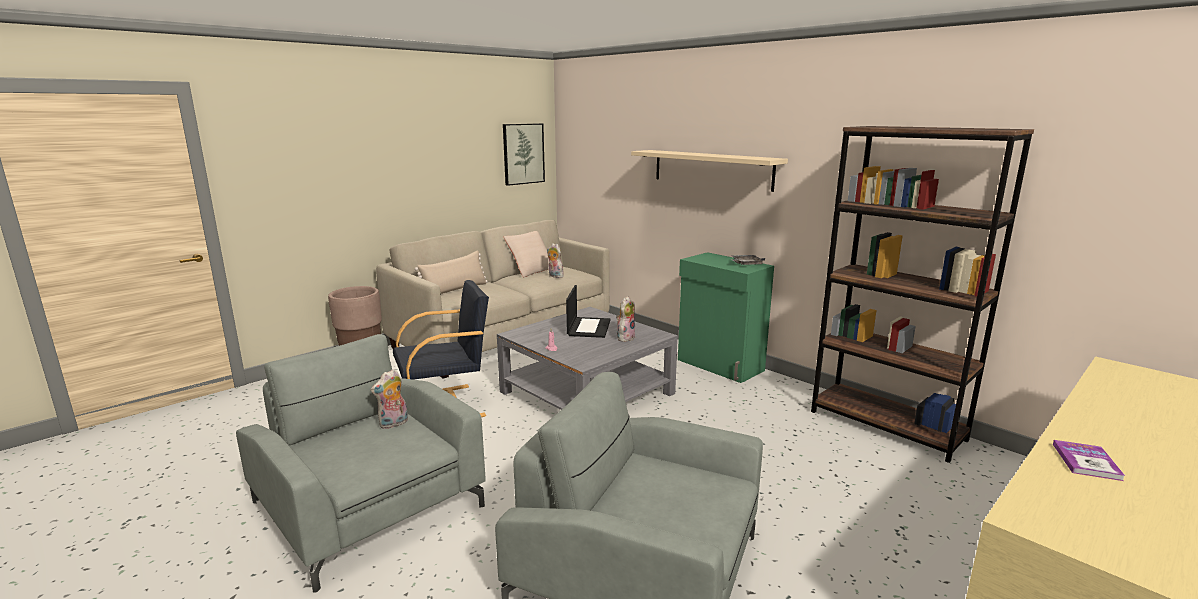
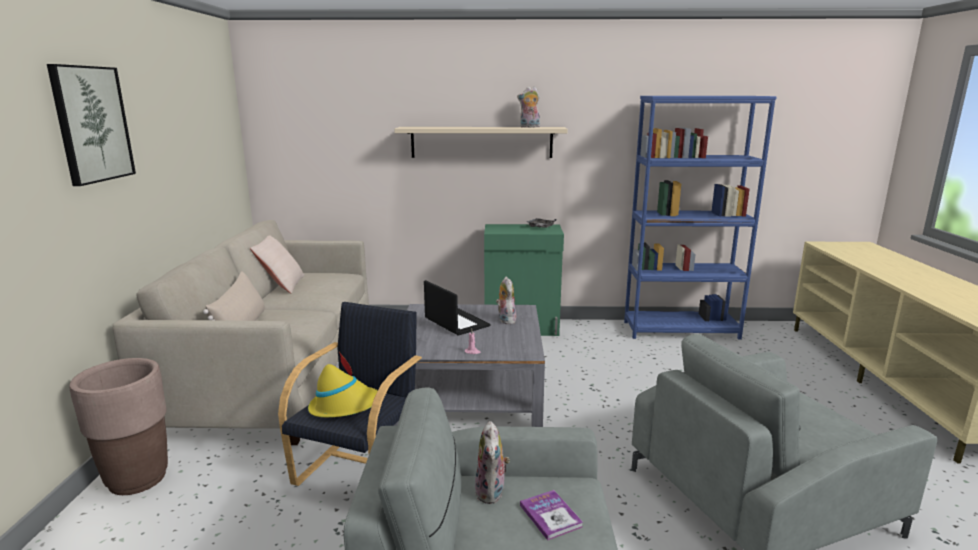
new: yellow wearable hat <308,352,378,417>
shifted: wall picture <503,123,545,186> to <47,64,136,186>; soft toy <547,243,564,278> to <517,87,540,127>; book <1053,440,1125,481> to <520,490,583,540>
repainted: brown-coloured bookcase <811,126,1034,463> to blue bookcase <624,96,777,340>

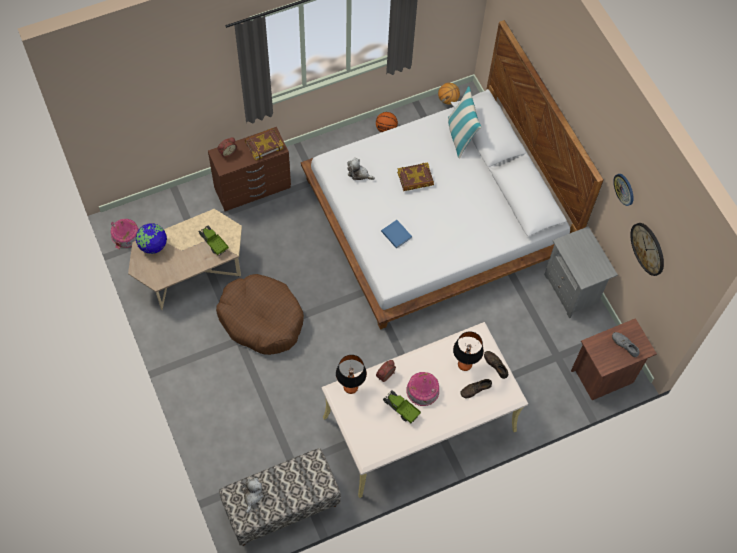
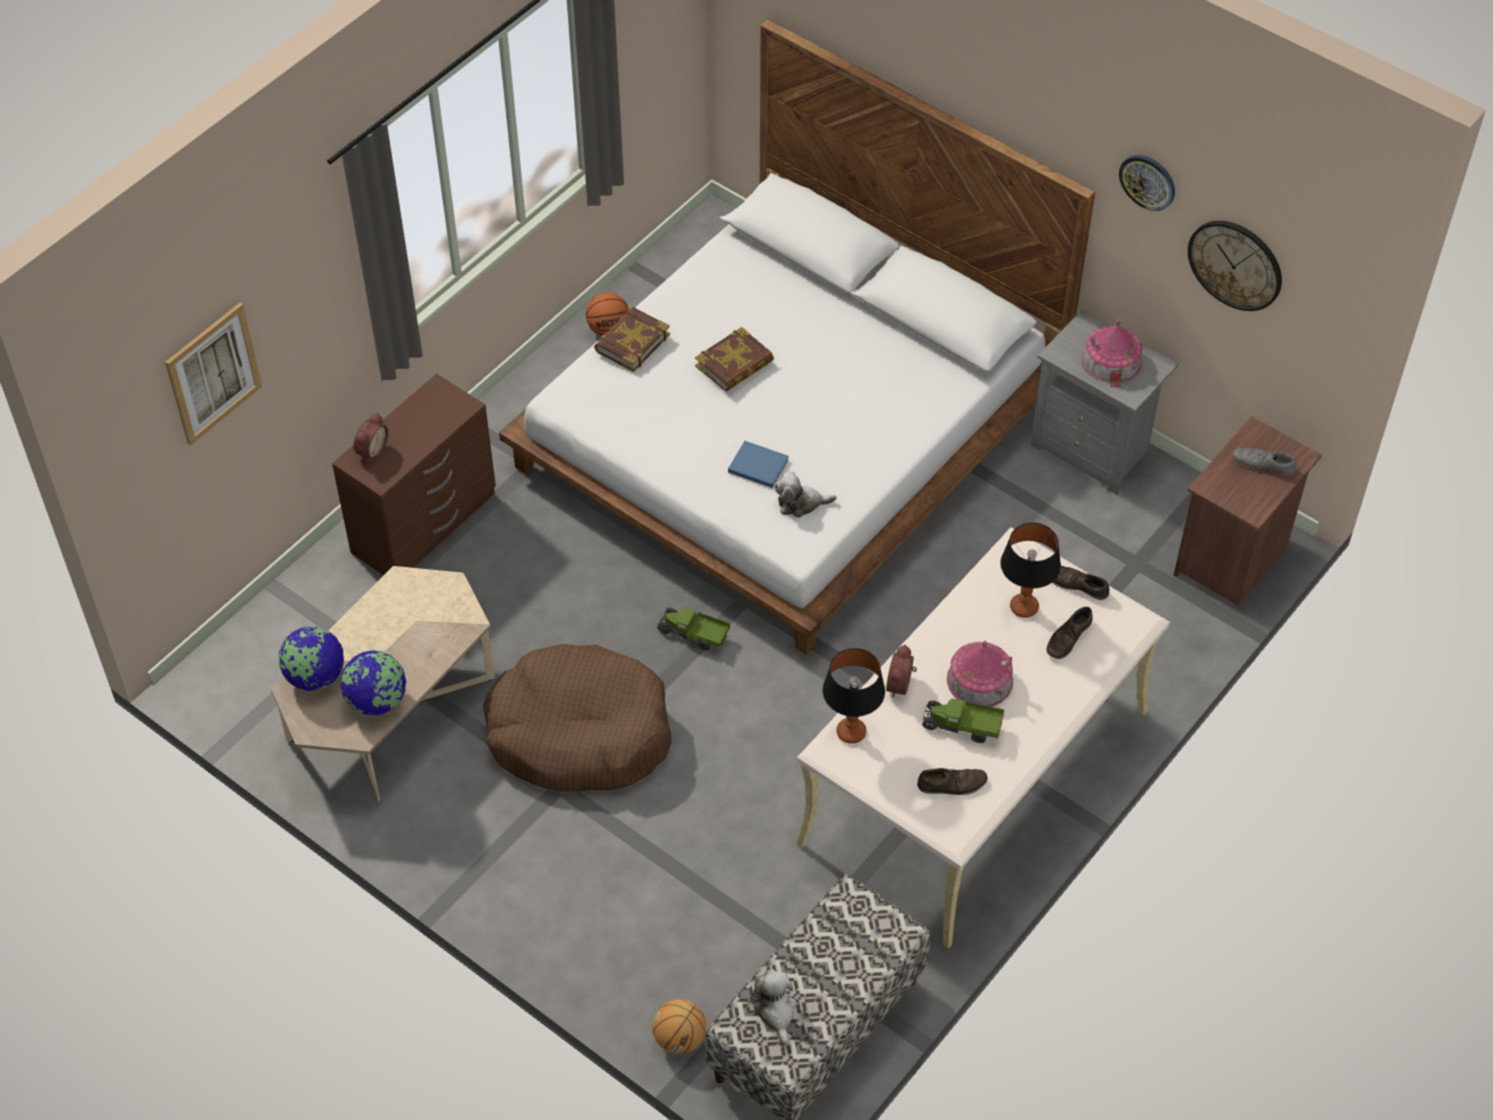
gone: throw pillow <448,86,481,159>
new: wall picture <165,303,262,445>; desk globe <340,650,406,715>; brown-coloured item of footwear <917,768,987,795>
shifted: model house <110,219,139,249> to <1082,320,1142,387>; toy lorry <199,226,229,255> to <657,608,730,651>; book <245,128,284,161> to <594,307,670,372>; soft toy <347,158,375,180> to <775,472,836,518>; basketball <438,83,460,105> to <652,999,707,1054>

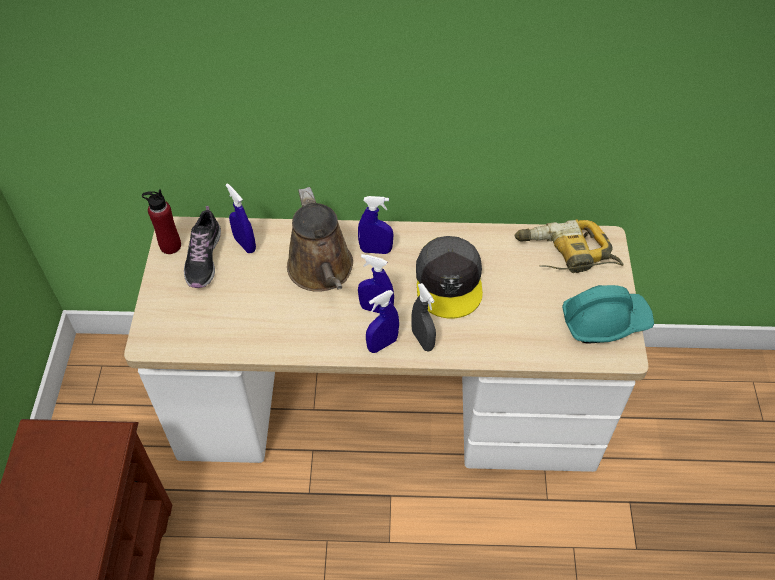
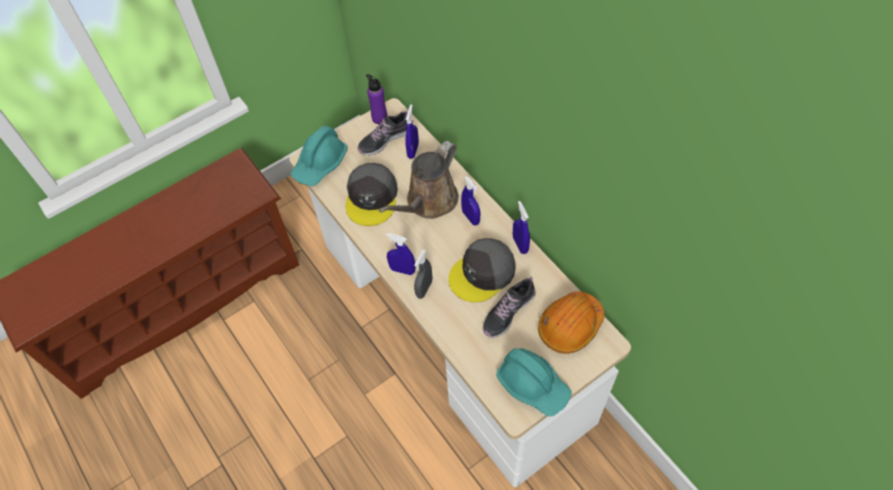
new: turquoise-coloured hard hat <291,125,347,186>; gray cap <346,163,398,226>; item of footwear <483,276,535,338>
shifted: blue hand sprayer <358,254,394,313> to <513,201,530,254>
swapped: power drill <514,219,624,273> to orangey hard hat <538,291,604,354>
repainted: red bottle <142,189,181,254> to purple bottle <366,74,387,124>

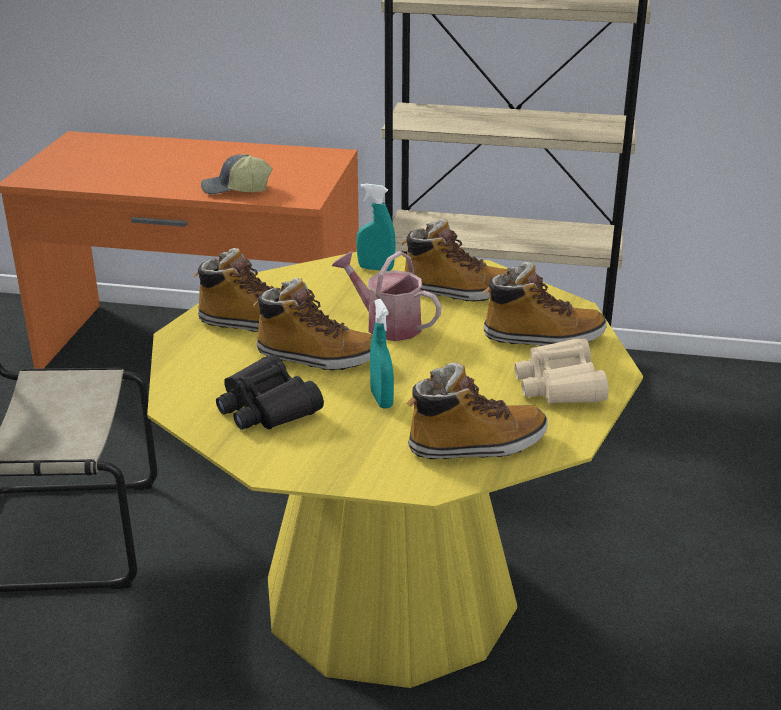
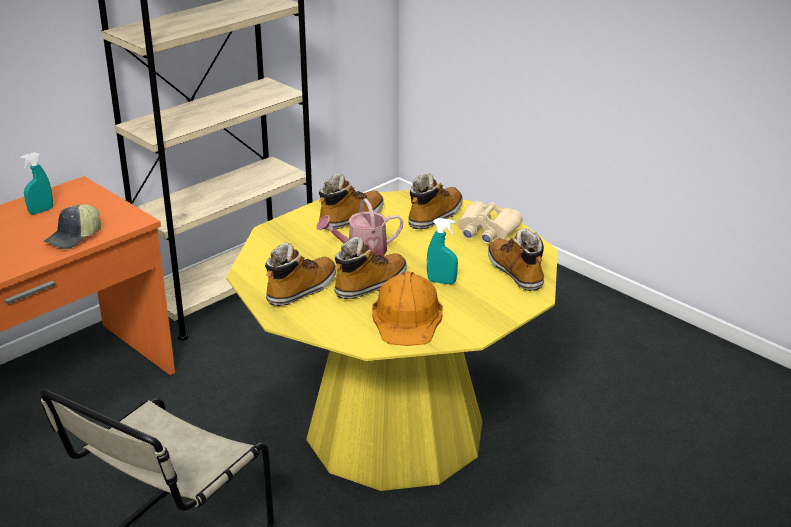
shifted: turquoise-coloured hand sprayer <356,184,396,271> to <20,152,53,214>
swapped: black-coloured field glasses <216,355,324,430> to orangey hard hat <372,272,443,346>
rotated: boot <406,362,548,459> = <488,228,544,291> 45 degrees counterclockwise

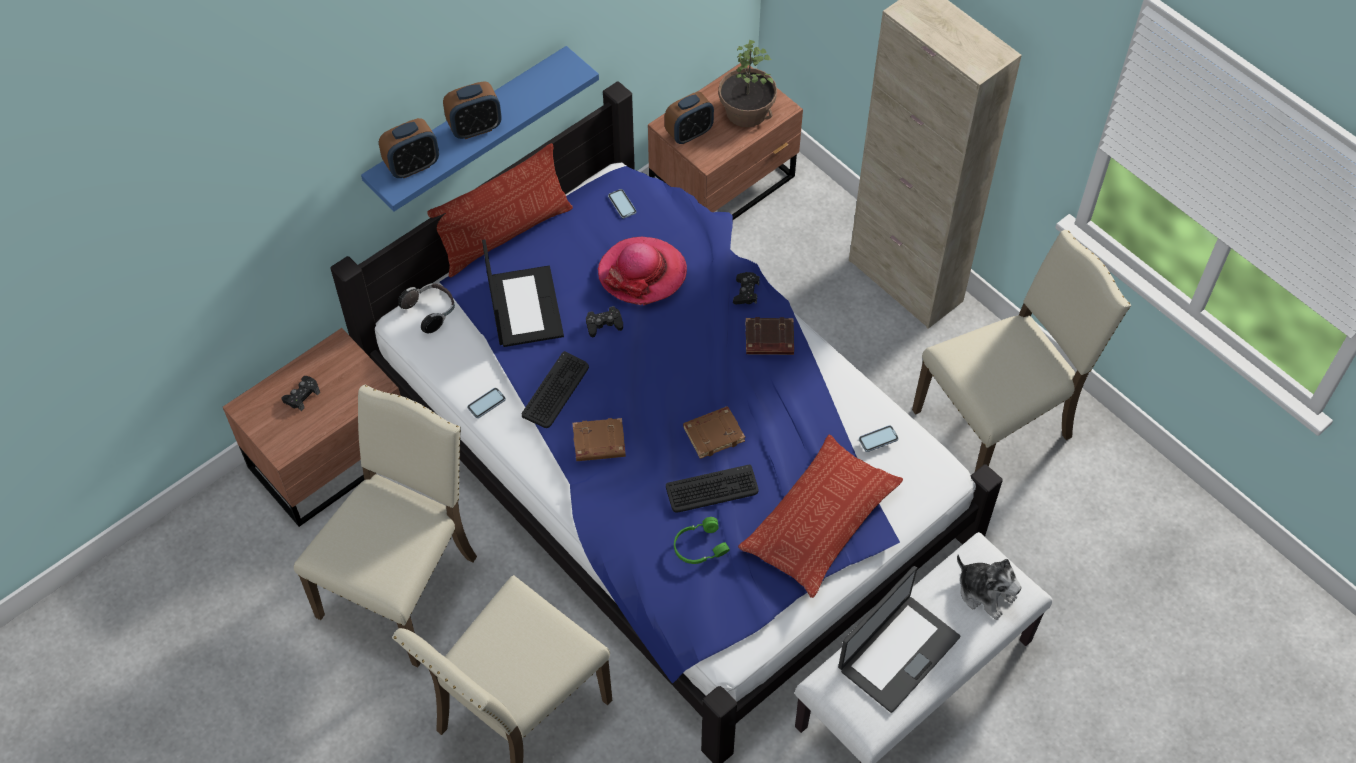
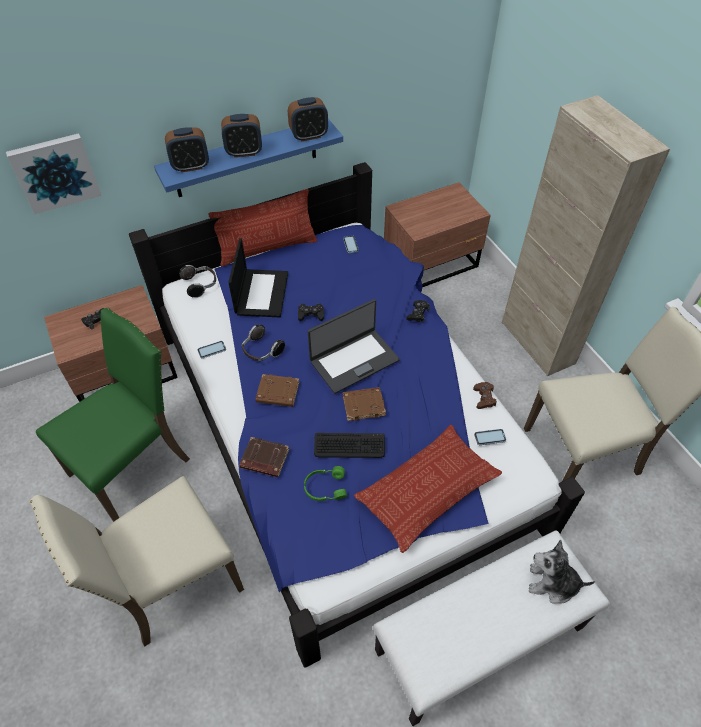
gone: wearable hat <597,237,687,306>; potted plant <718,40,777,127>
new: wall picture <6,133,102,214>; brown-coloured gamepad <473,382,497,409>
shifted: alarm clock <665,92,714,144> to <288,97,328,142>; brown-coloured book <745,317,794,355> to <239,437,289,477>; laptop <838,566,961,713> to <308,299,400,394>
swapped: PC keyboard <522,351,589,428> to headset <242,324,285,361>
repainted: beige chair <294,385,477,667> to green-coloured chair <36,308,190,522>
rotated: soft toy <957,555,1022,620> = <529,540,595,604> 135 degrees clockwise

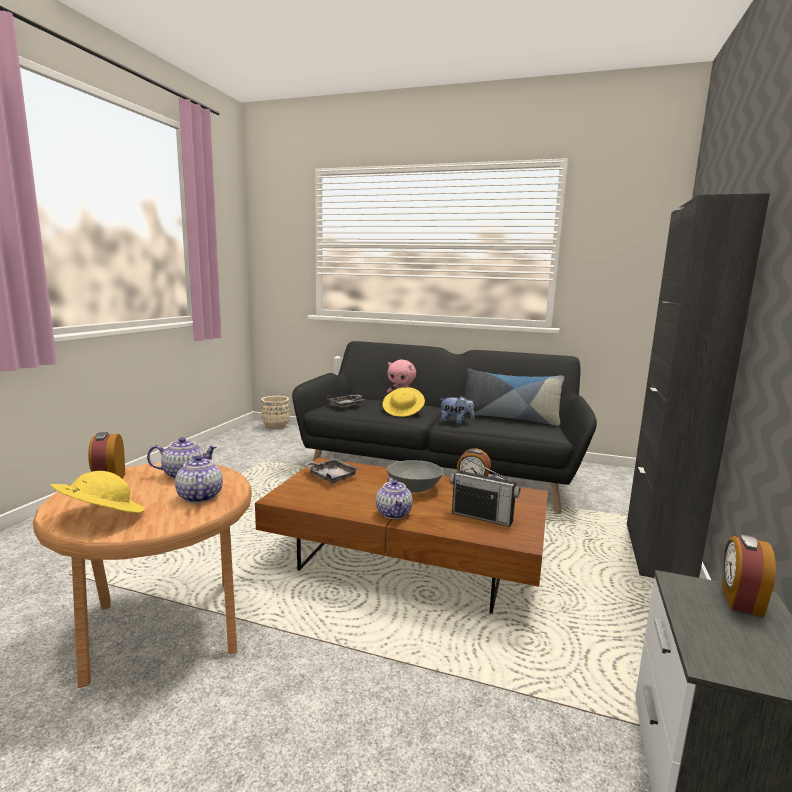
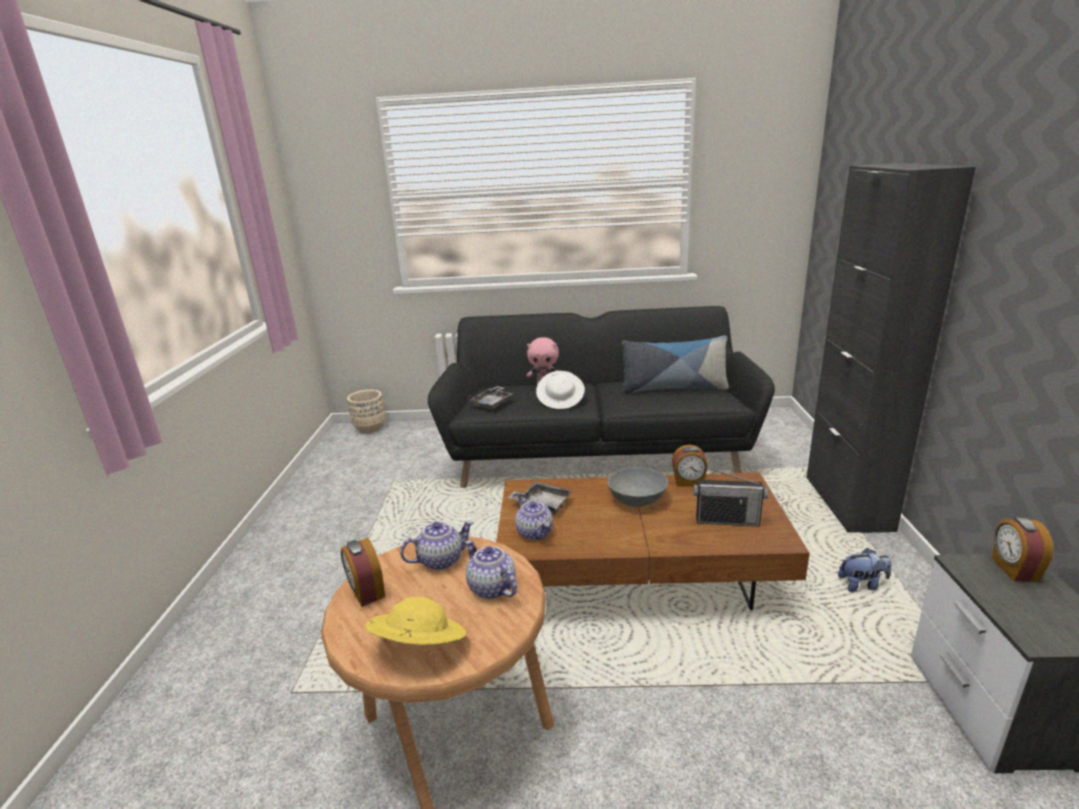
shifted: pot for tea <376,477,413,519> to <515,497,553,540>; soft toy <440,396,475,424> to <838,548,891,592>
repainted: yellow wearable hat <383,387,425,417> to white wearable hat <536,371,585,409>

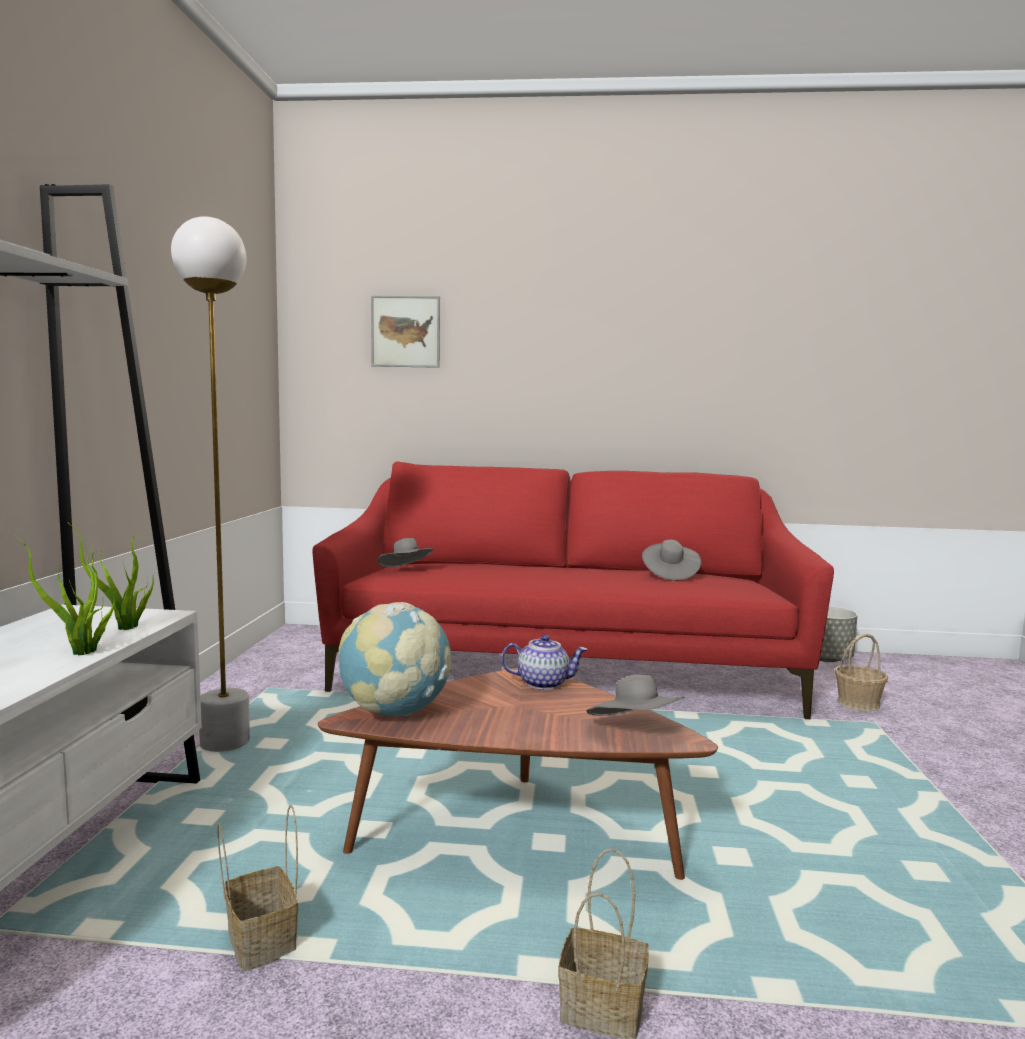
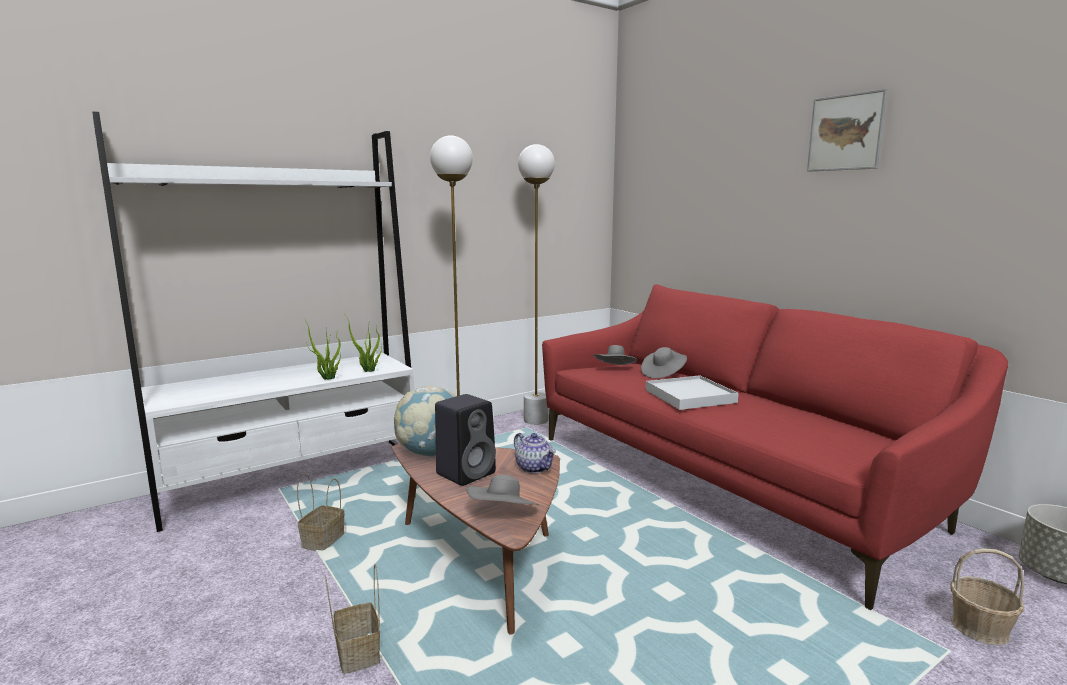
new: black-coloured speaker <435,394,496,486>; white standard lamp <518,144,555,425>; white carrying tray <646,375,739,410>
shifted: wall picture <371,296,440,368> to <807,89,888,172>; gray wearable hat <642,540,701,580> to <641,347,687,379>

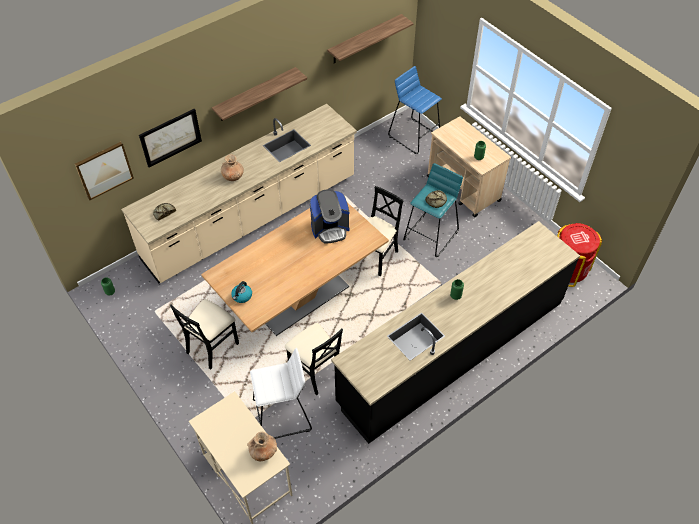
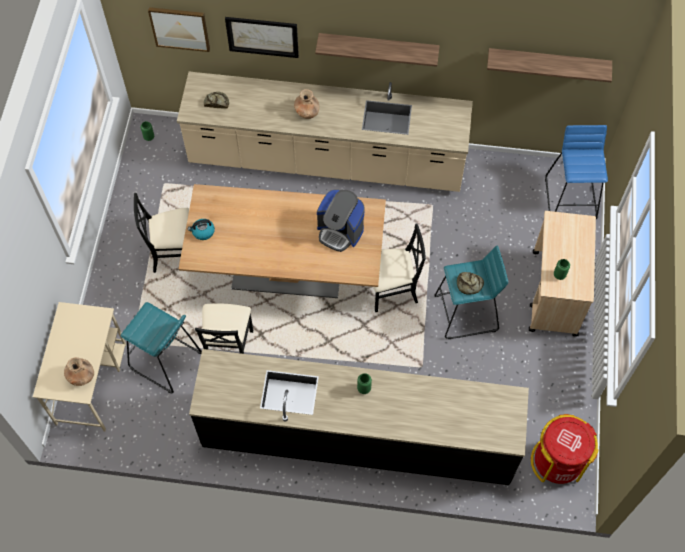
repainted: white stool seat <250,348,312,439> to turquoise-coloured stool seat <120,302,202,394>

